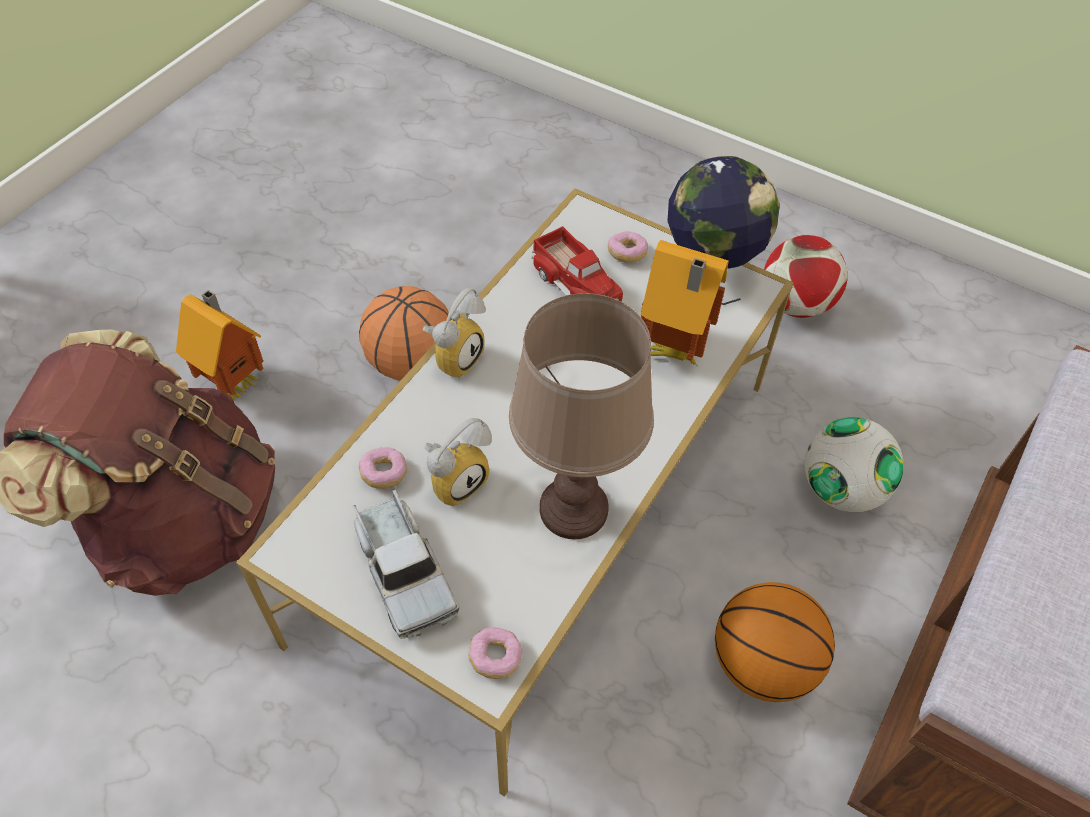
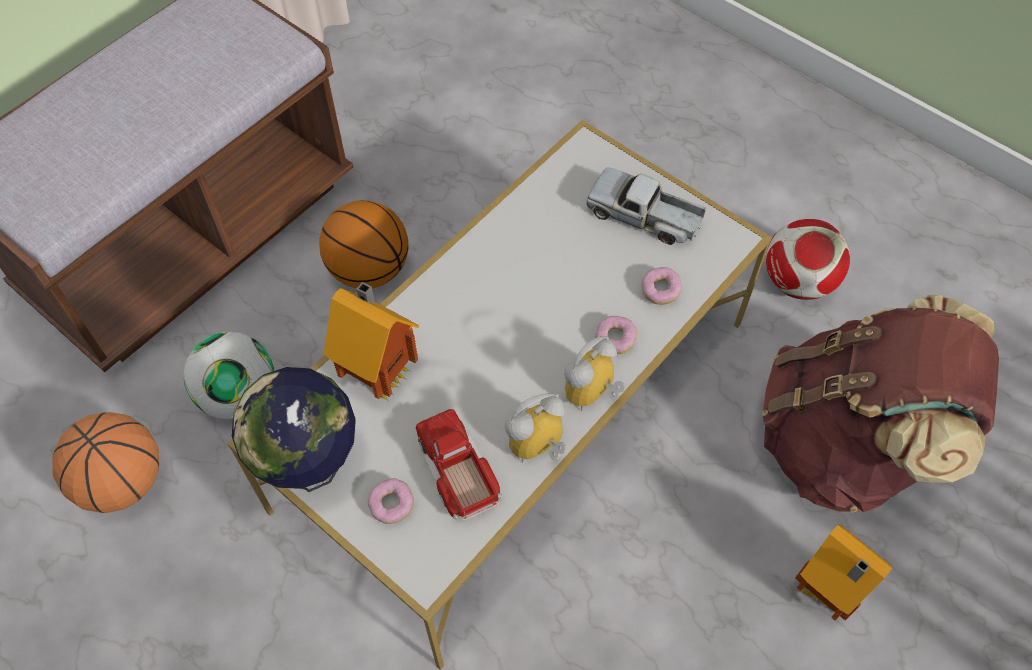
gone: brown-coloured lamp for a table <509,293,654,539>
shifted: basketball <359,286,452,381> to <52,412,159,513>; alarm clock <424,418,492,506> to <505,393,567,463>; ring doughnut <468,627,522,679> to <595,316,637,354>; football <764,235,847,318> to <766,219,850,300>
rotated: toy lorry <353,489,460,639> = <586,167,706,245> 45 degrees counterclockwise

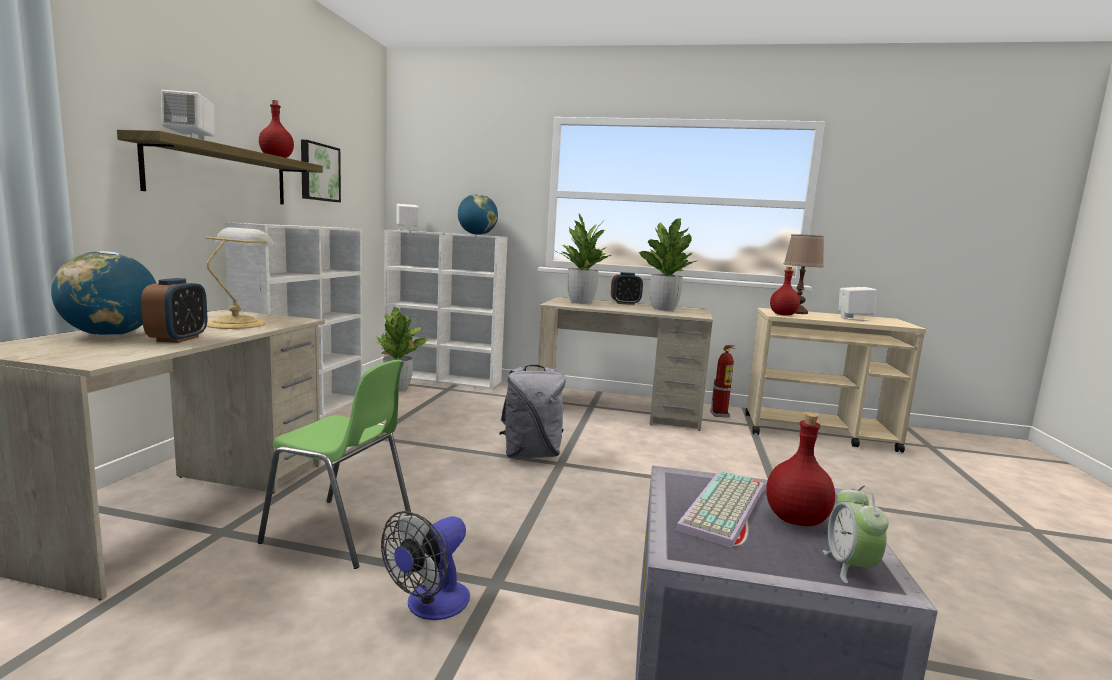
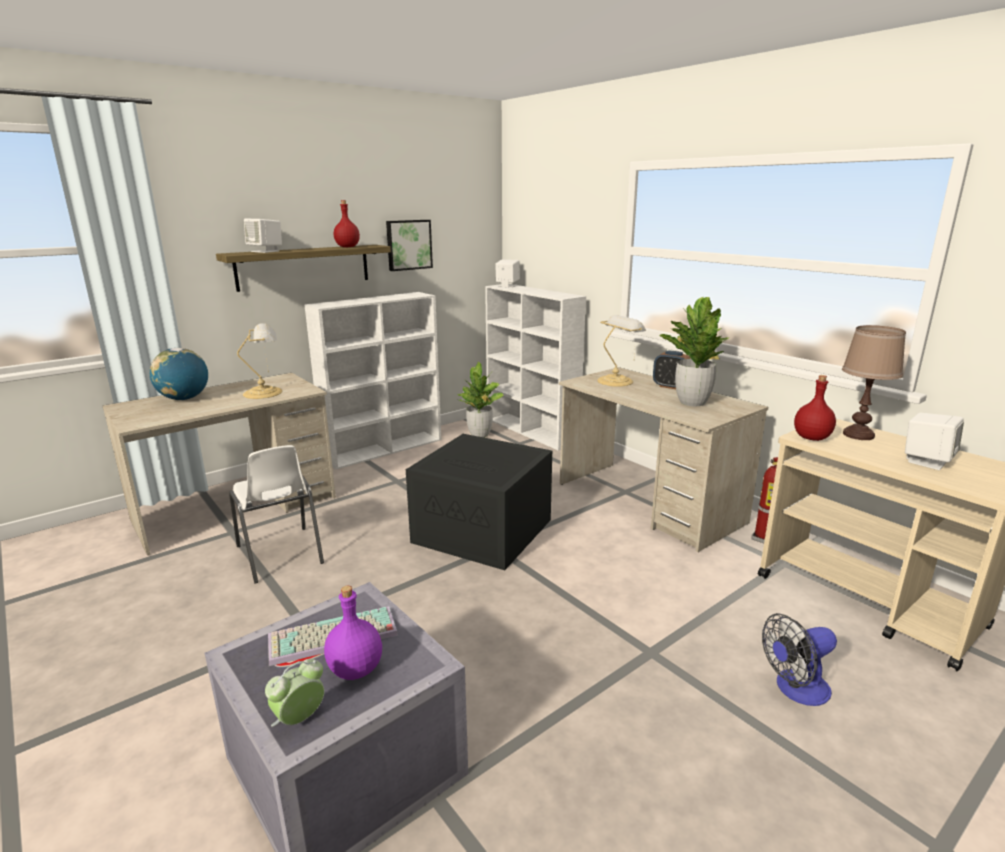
gone: alarm clock <141,278,207,343>; desk globe <458,194,498,235>
shifted: electric fan <381,511,470,620> to <762,613,837,706>
swapped: gray backpack <499,365,565,458> to black-coloured storage bin <406,434,552,570>; potted plant <556,213,611,304> to lamp for a table <597,315,646,387>
repainted: green-coloured chair <257,360,412,569> to white chair <229,445,324,584>; red bottle <766,413,835,526> to purple bottle <324,586,382,680>

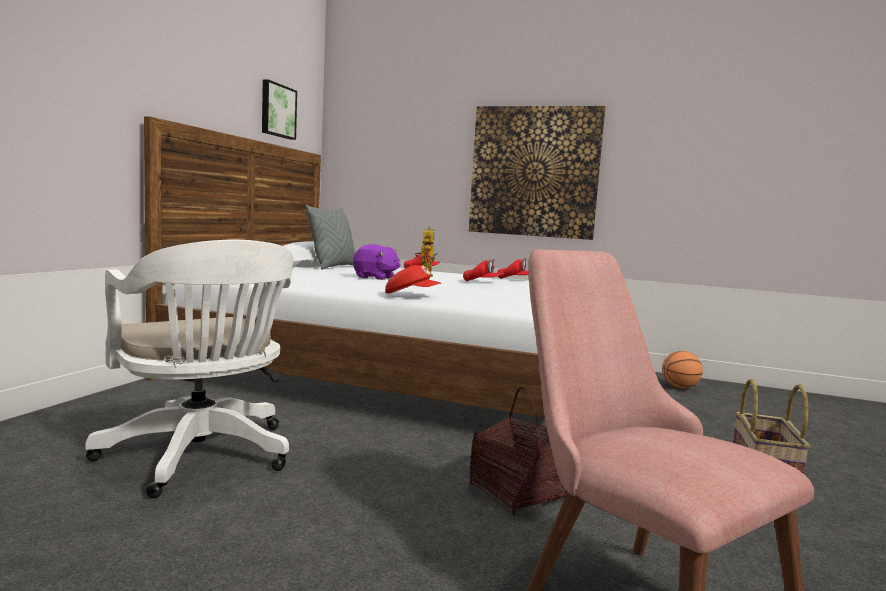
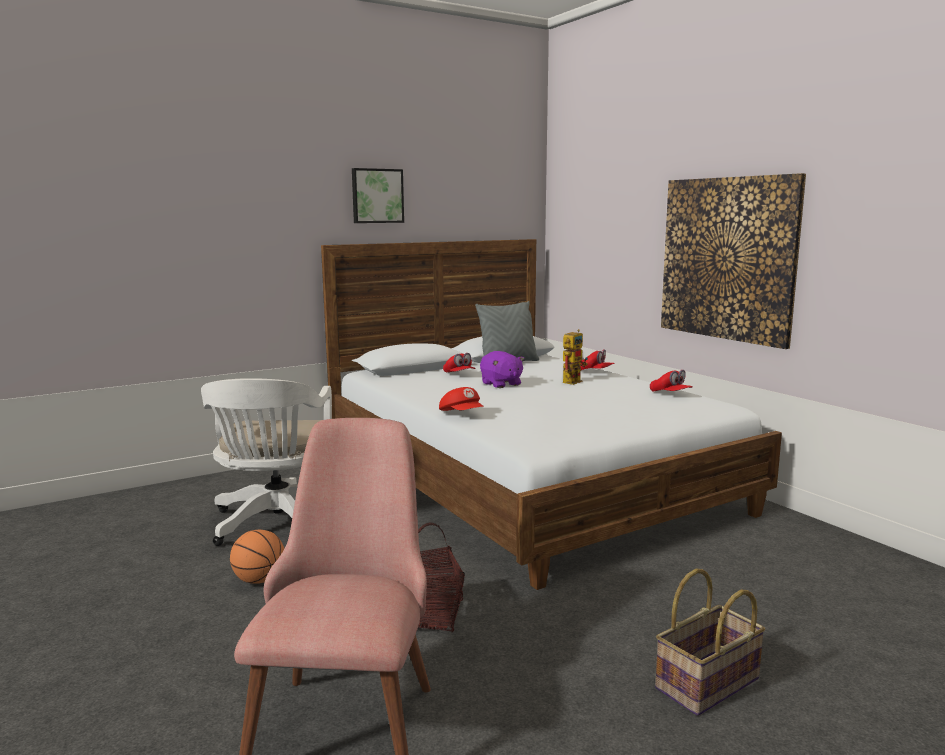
shifted: wall picture <262,79,297,140> to <352,168,404,223>; red cap <463,259,504,281> to <443,353,476,372>; basketball <662,351,703,388> to <230,530,284,584>

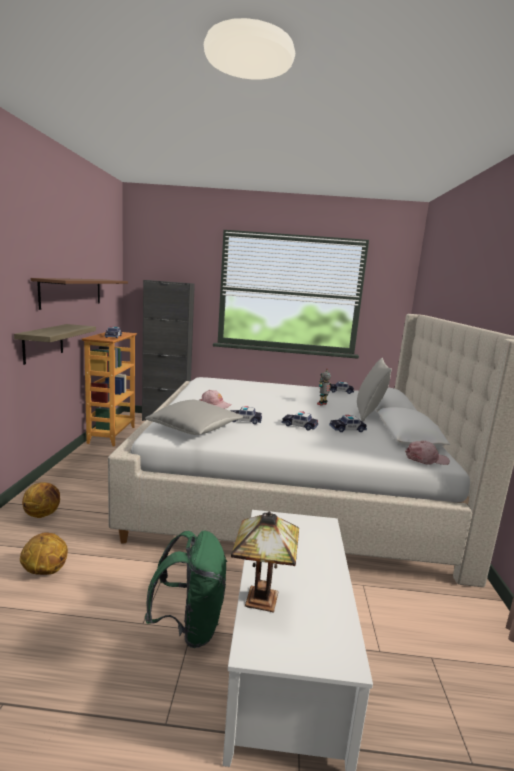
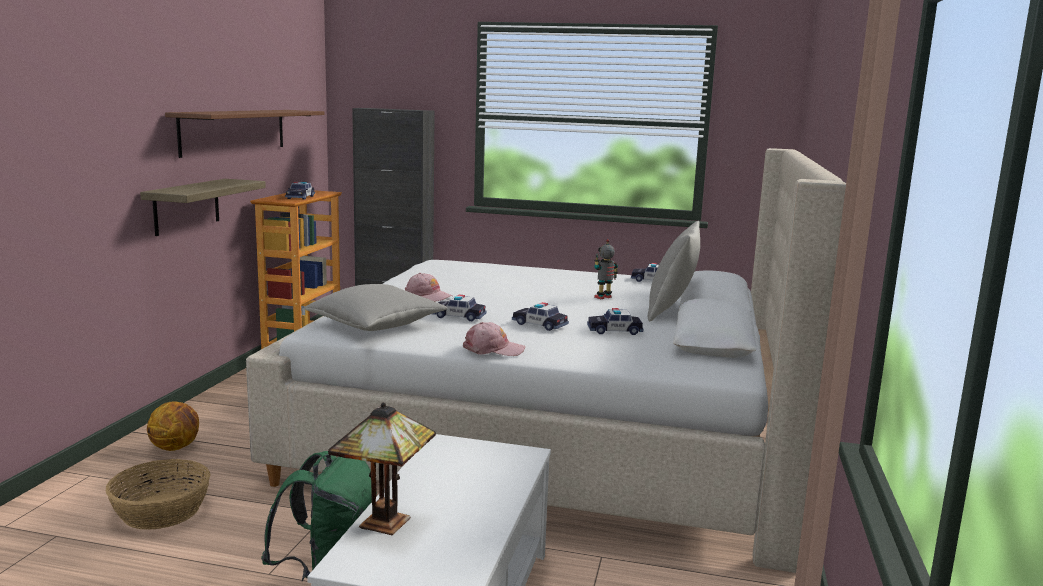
shifted: pinkish cap <405,441,450,465> to <463,322,525,356>
swapped: basketball <20,532,68,575> to basket <105,459,210,530>

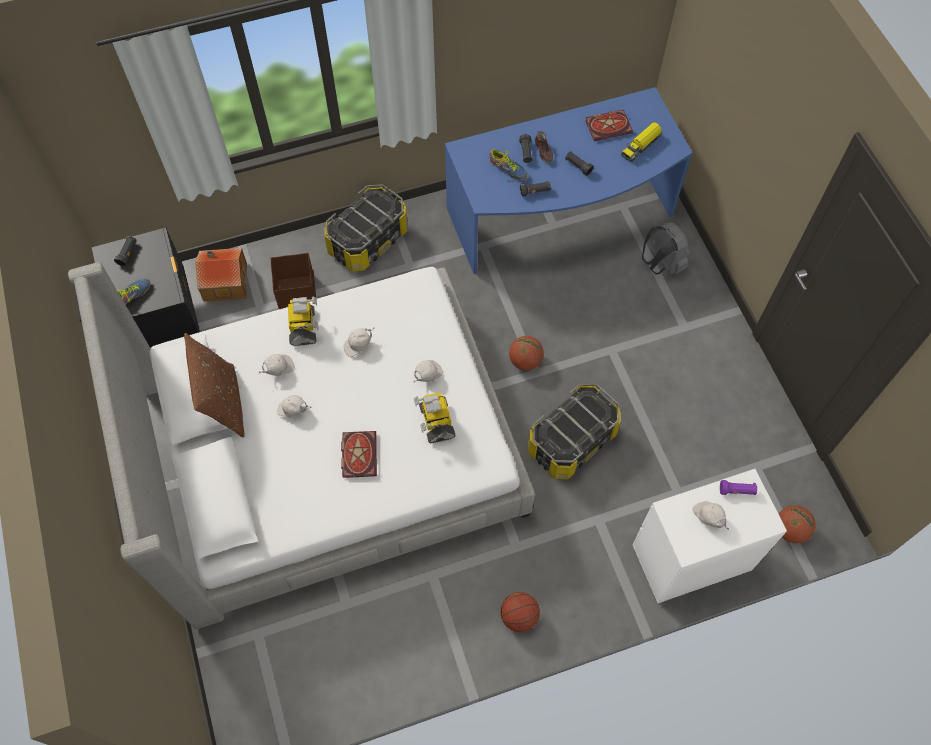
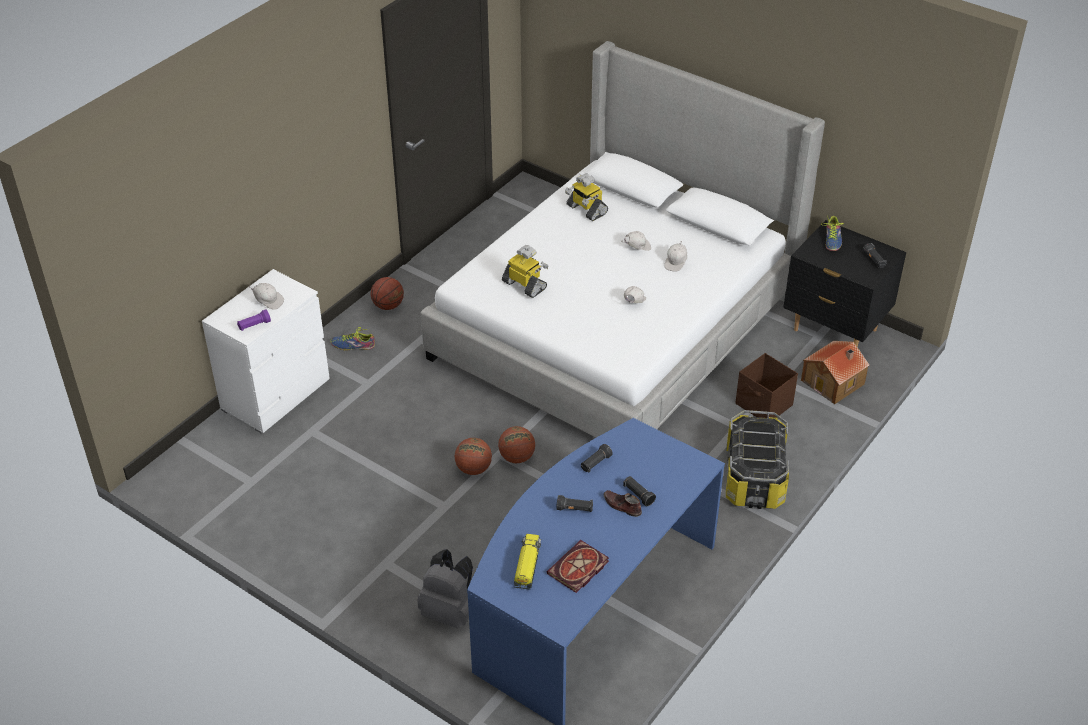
gone: brown-coloured throw pillow <184,333,244,437>; book <341,431,377,478>; white cap <414,360,443,382>; storage bin <528,384,621,479>
shifted: model robot <288,296,319,346> to <565,173,608,221>; item of footwear <489,149,528,181> to <331,327,375,351>; basketball <779,505,816,543> to <455,438,492,475>

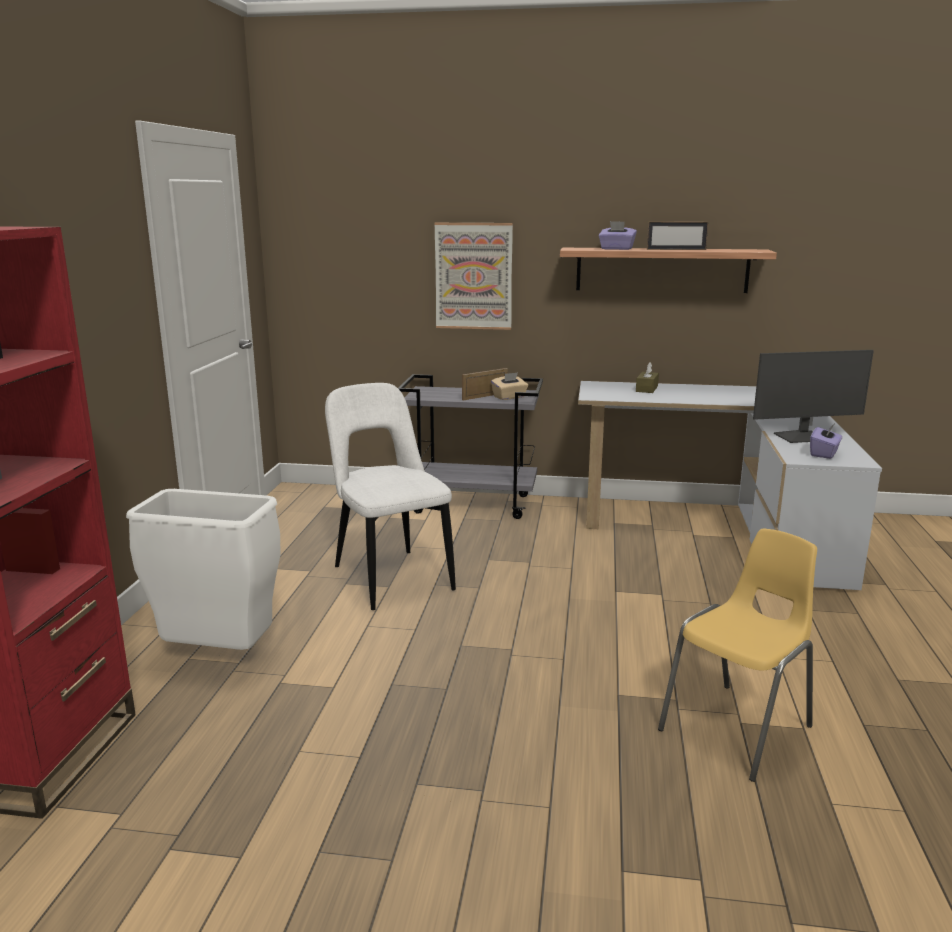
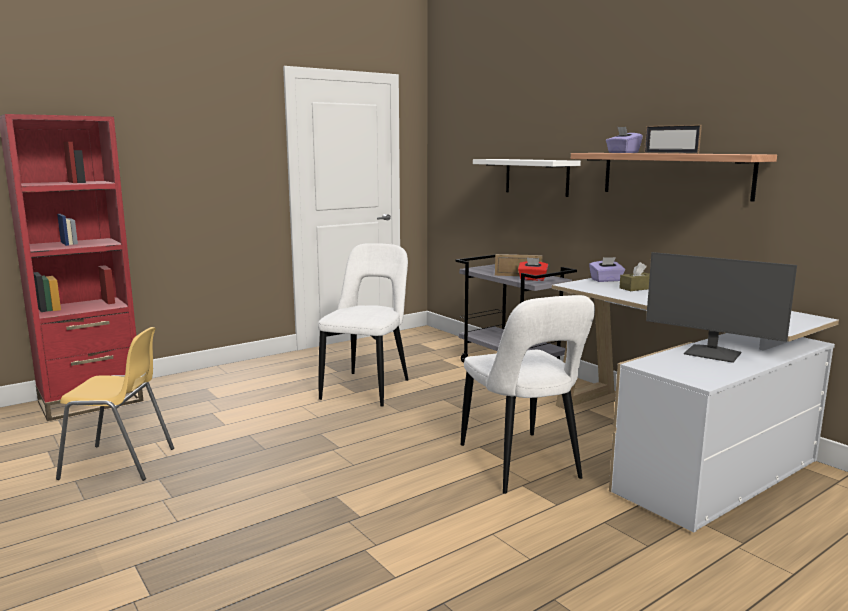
gone: white trash can <126,489,281,650>
new: white chair <461,295,595,494>
shifted: yellow chair <658,529,817,782> to <56,327,174,481>; purple tissue holder <810,423,843,459> to <589,257,625,282>
swapped: wall picture <434,223,513,330> to white shelf <473,159,581,197>
repainted: beige tissue holder <491,372,528,400> to red tissue holder <518,258,548,281>

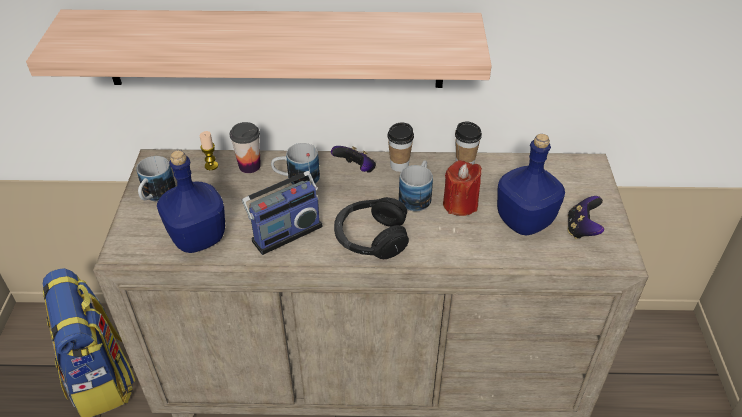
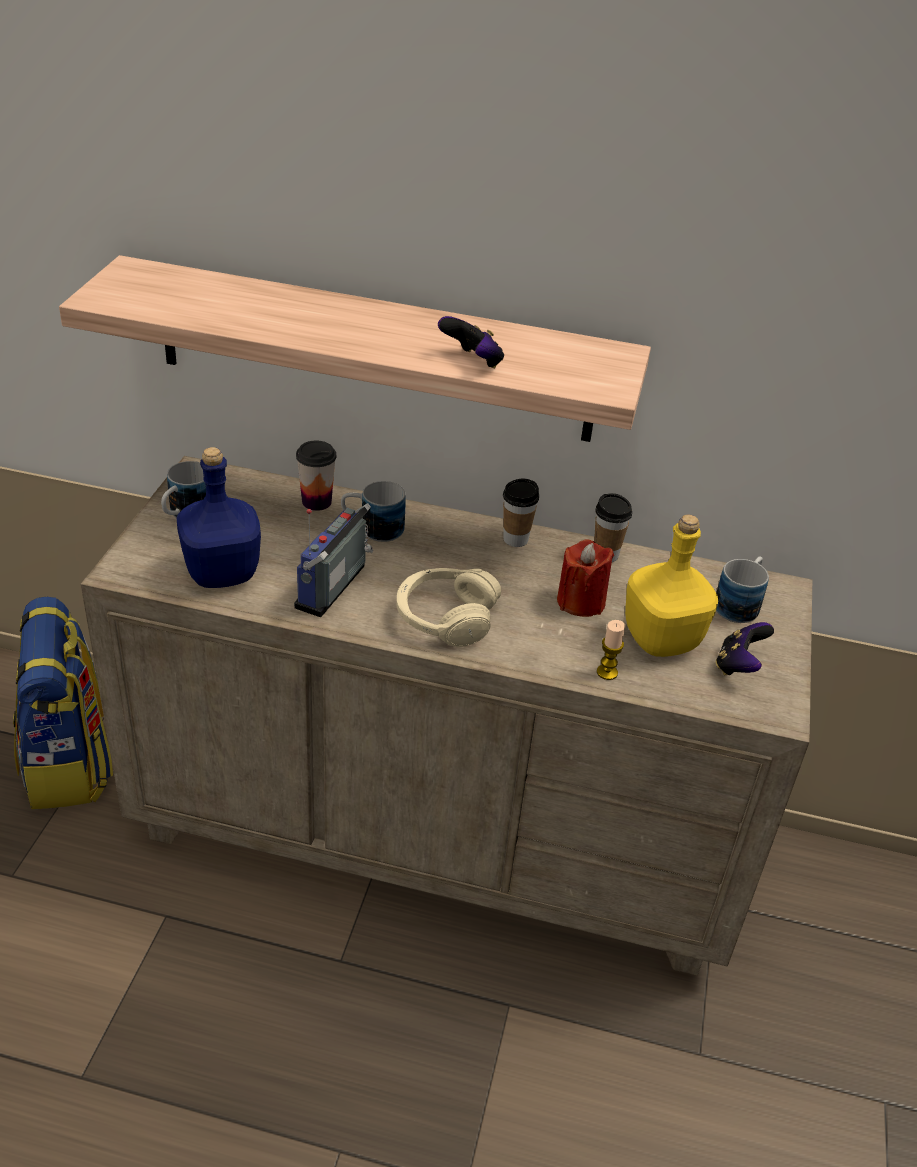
shifted: wax candle <200,131,218,170> to <597,620,625,680>; gamepad <331,146,376,172> to <438,316,504,368>; mug <399,160,433,212> to <716,557,769,623>
repainted: black-coloured headset <334,197,409,259> to beige headset <396,568,501,647>; blue bottle <497,134,565,235> to yellow bottle <625,515,718,657>
rotated: radio receiver <242,153,323,255> = <294,503,373,617> 135 degrees clockwise

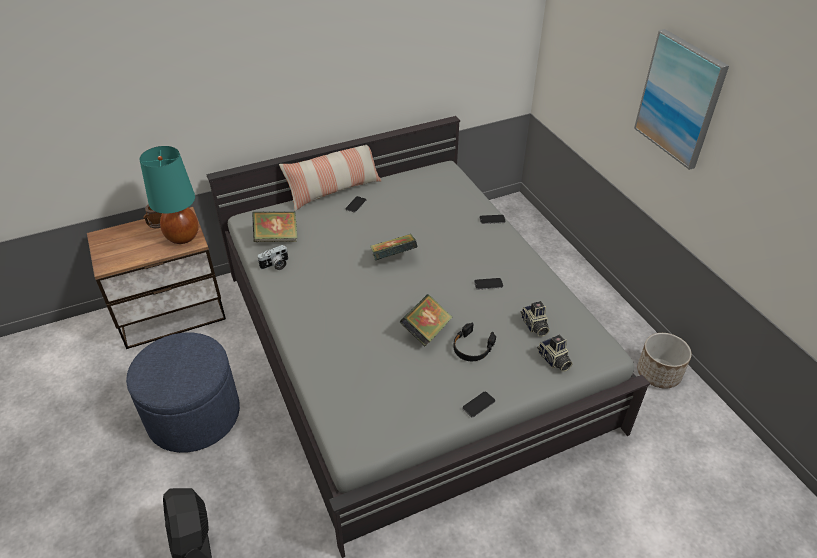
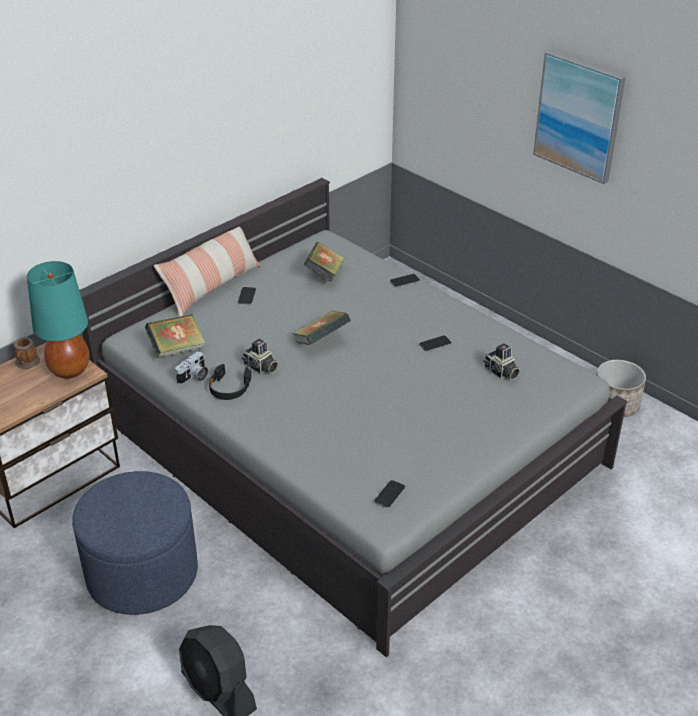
shifted: book <400,294,453,346> to <304,242,344,282>; black-coloured headset <453,323,496,361> to <209,364,251,400>; phone <462,392,495,418> to <374,480,405,508>; photo camera <537,335,572,372> to <242,339,278,374>

